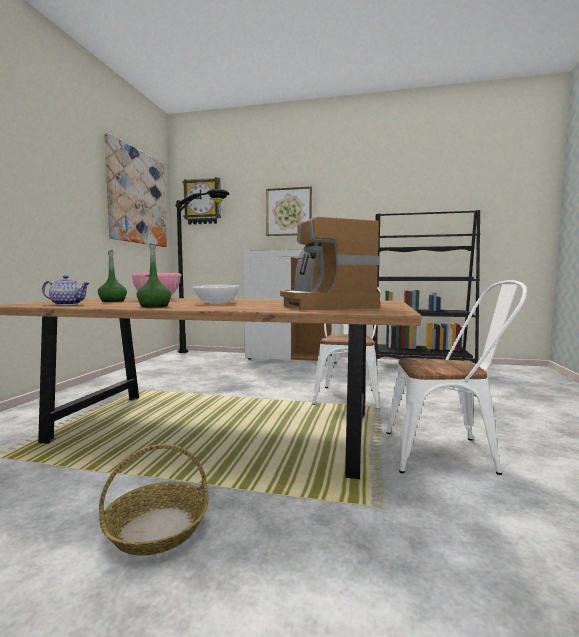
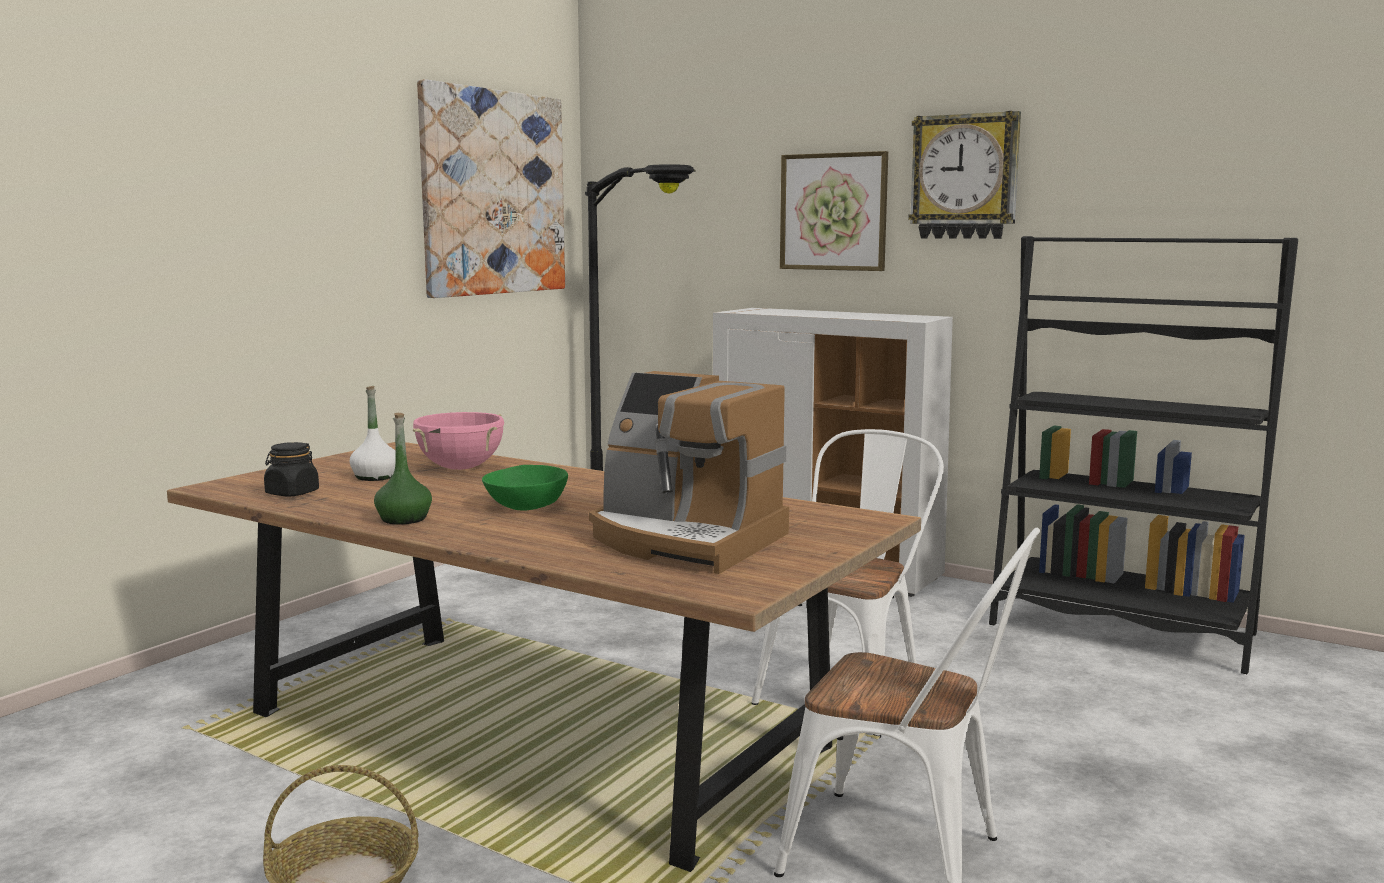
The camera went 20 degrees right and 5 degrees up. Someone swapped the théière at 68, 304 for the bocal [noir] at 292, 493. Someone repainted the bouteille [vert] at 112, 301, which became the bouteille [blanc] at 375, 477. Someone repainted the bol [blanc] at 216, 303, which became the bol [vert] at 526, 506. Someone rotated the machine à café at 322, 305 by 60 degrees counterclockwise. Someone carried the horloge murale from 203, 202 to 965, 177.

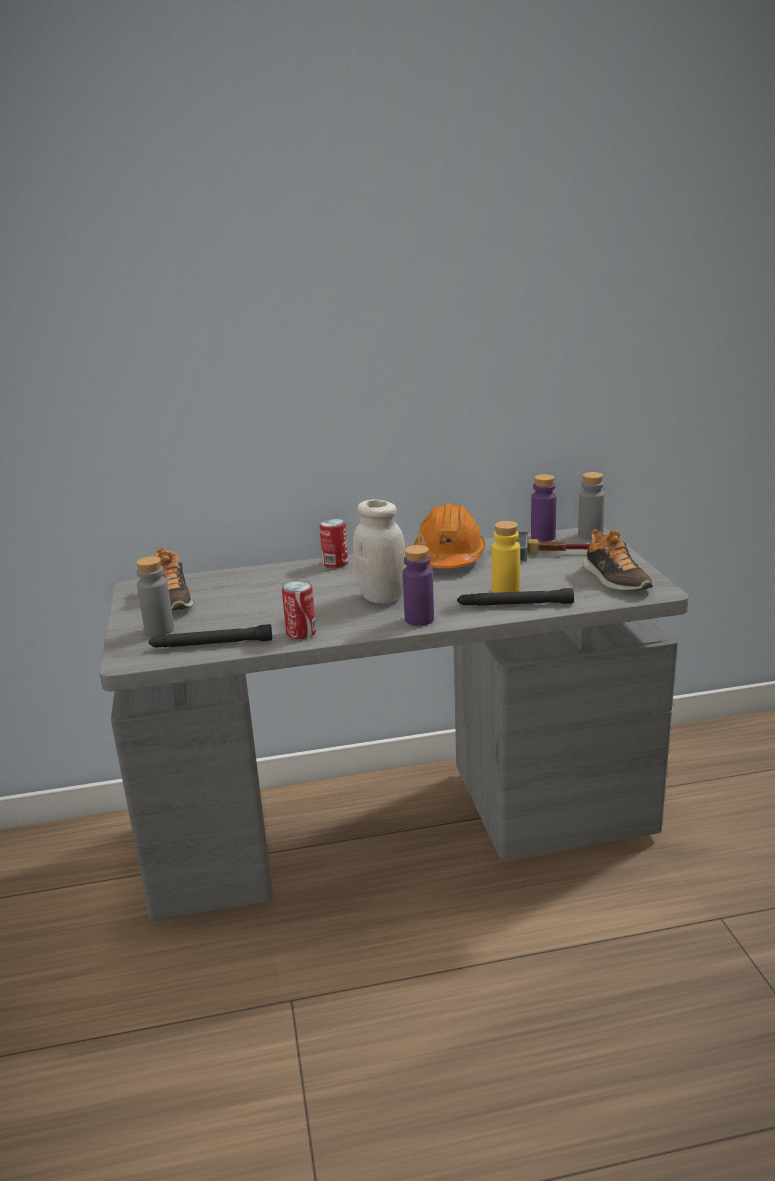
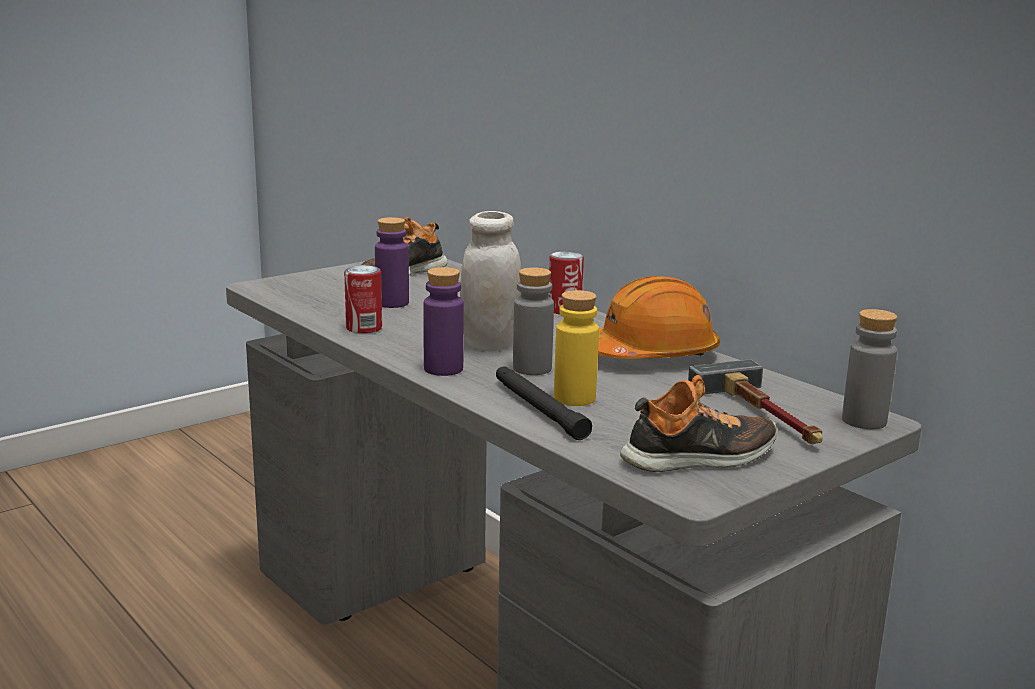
The camera went 60 degrees right and 5 degrees down. Someone carried the bouteille [violet] from 543, 537 to 392, 303. Someone carried the bouteille [gris] from 159, 630 to 532, 368. Someone rotated the chaussure at 614, 580 by 150 degrees counterclockwise. Someone took away the lampe de poche [noir] at 211, 644.

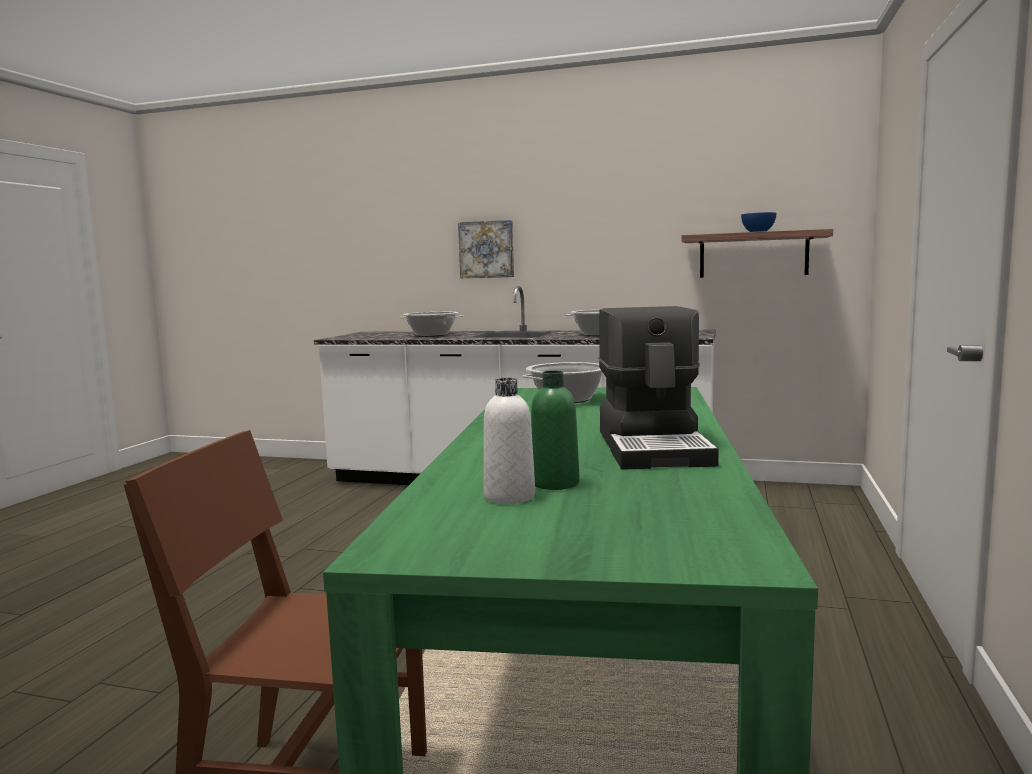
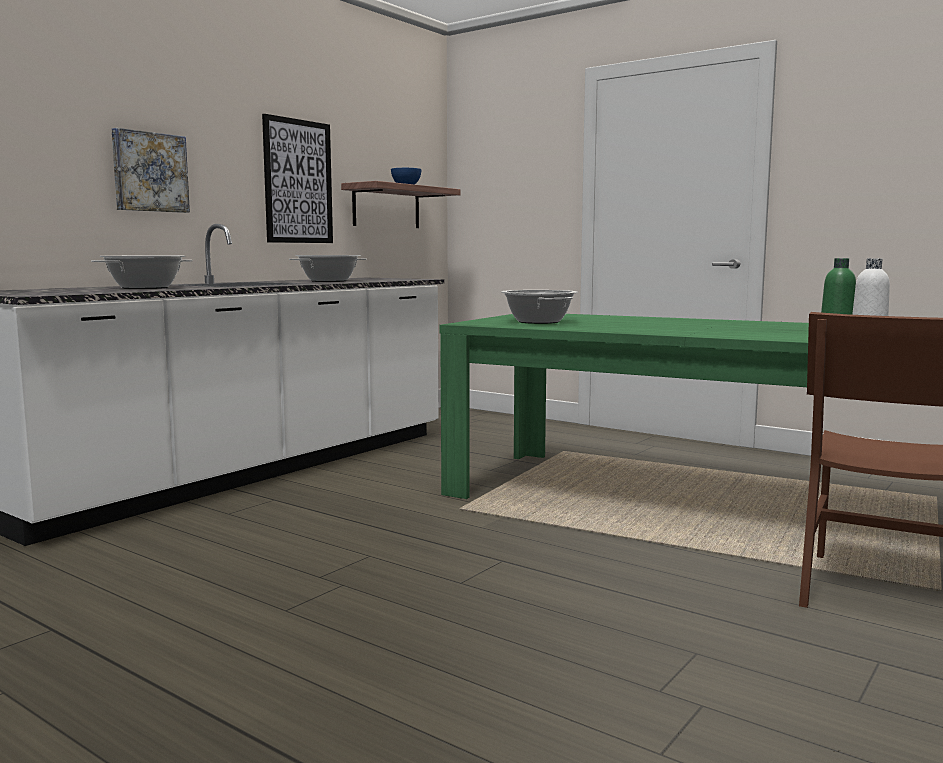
The camera went 70 degrees left and 0 degrees up. Someone put up the tableau at 298, 181. Someone took away the machine à café at 655, 447.

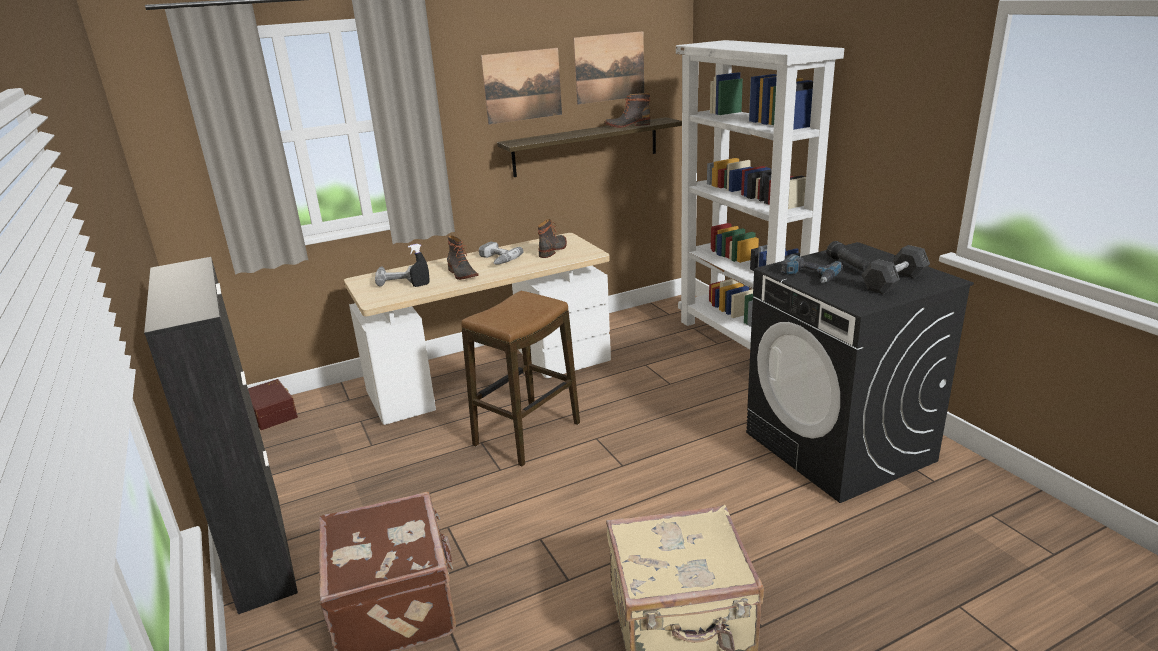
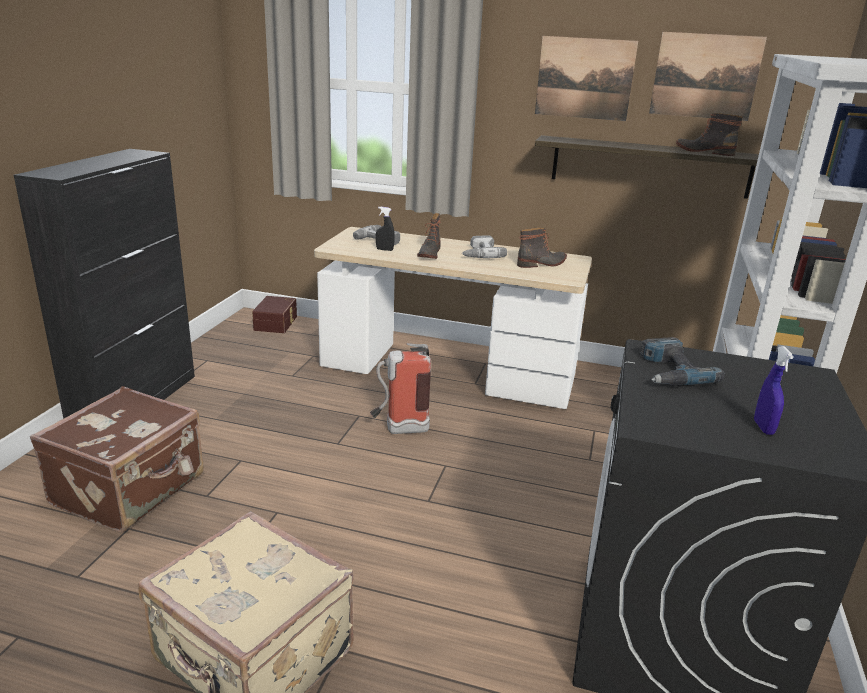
The camera went 40 degrees right and 0 degrees up. Someone swapped the tabouret at 527, 434 for the extincteur at 399, 430. Someone swapped the haltère [gris] at 894, 282 for the vaporisateur [bleu] at 763, 428. Someone took away the lampe de poche [noir] at 849, 266.

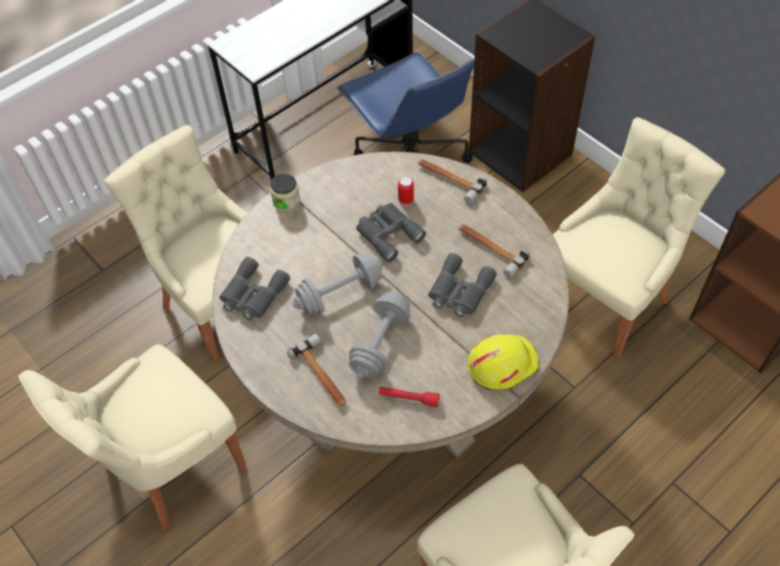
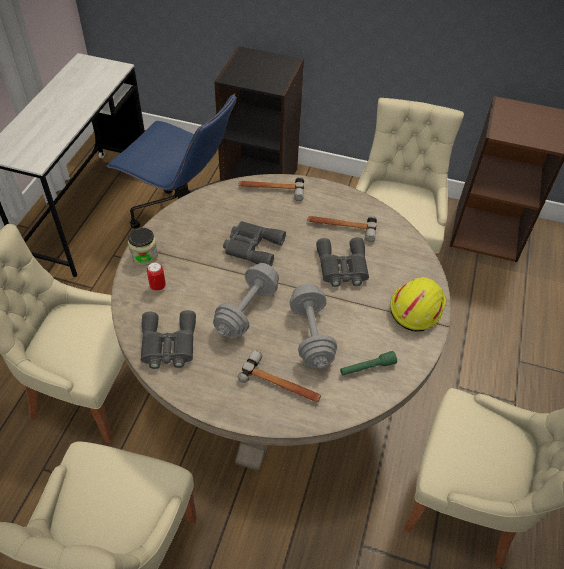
The camera went 35 degrees left and 5 degrees down. Someone carried the boîte métallique from 406, 200 to 158, 286. Someone repainted the lampe de poche [rouge] at 409, 398, which became the lampe de poche [vert] at 367, 368.

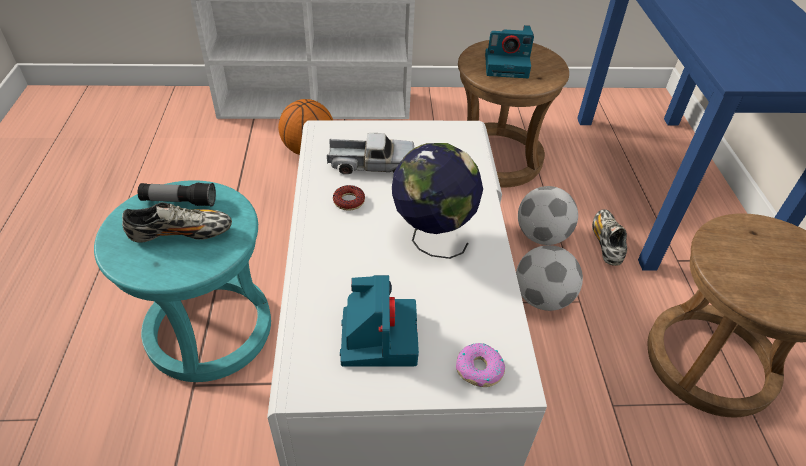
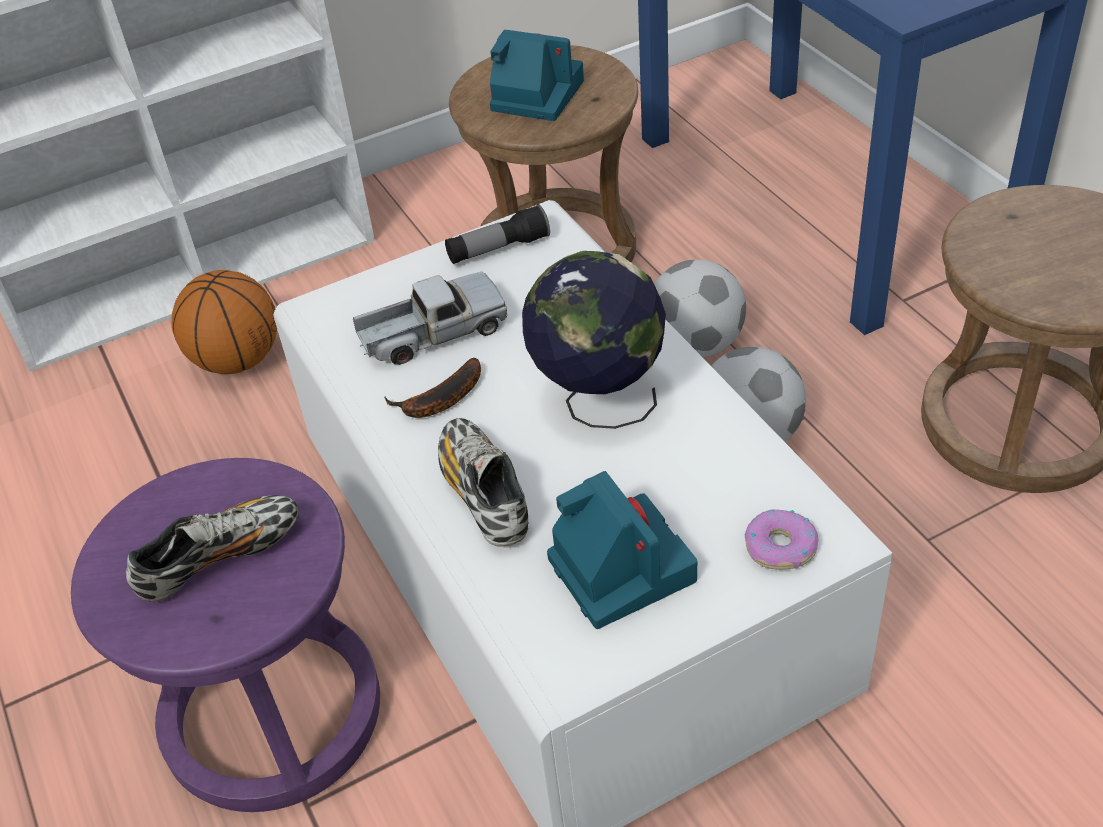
The camera went 20 degrees left and 0 degrees up. Someone repainted the tabouret [turquoise] at 209, 329, which became the tabouret [violet] at 271, 713. Someone swapped the beignet at 349, 201 for the banane at 439, 401. Someone carried the chaussure from 606, 243 to 484, 494. Someone carried the lampe de poche from 179, 202 to 498, 249. Someone rotated the appareil photo at 507, 65 by 135 degrees counterclockwise.

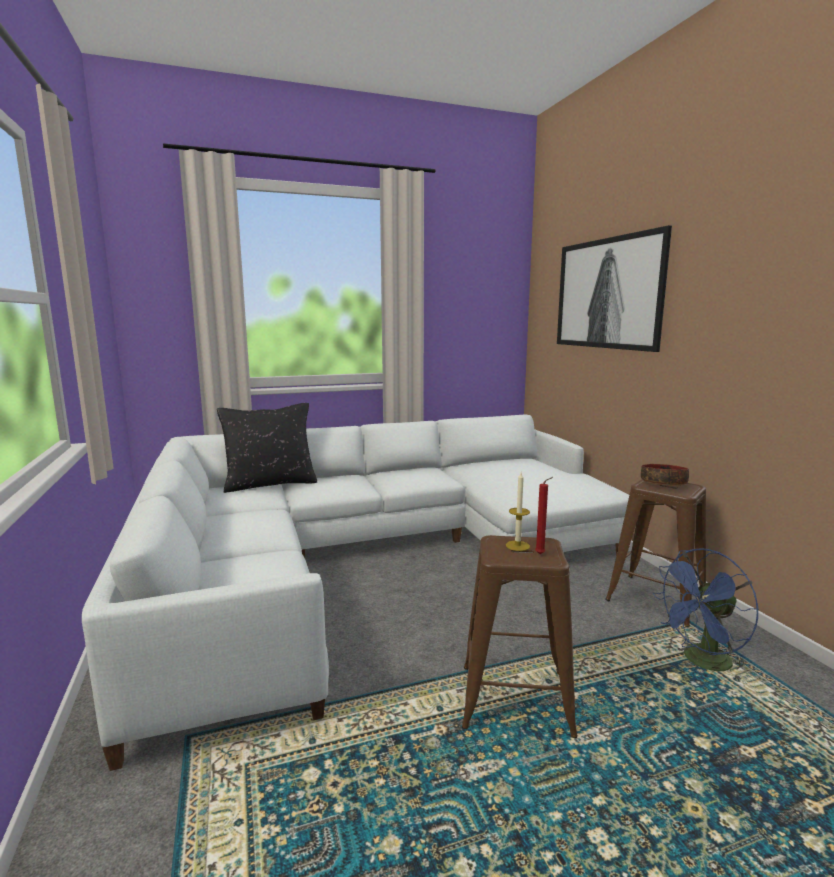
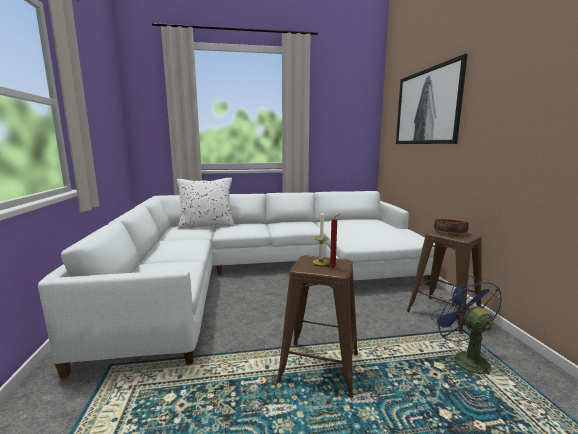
The camera went 10 degrees right and 0 degrees up. Someone repainted the coussin [noir] at 270, 484, which became the coussin [blanc] at 206, 225. Someone rotated the ventilateur [bleu] at 702, 663 by 90 degrees clockwise.

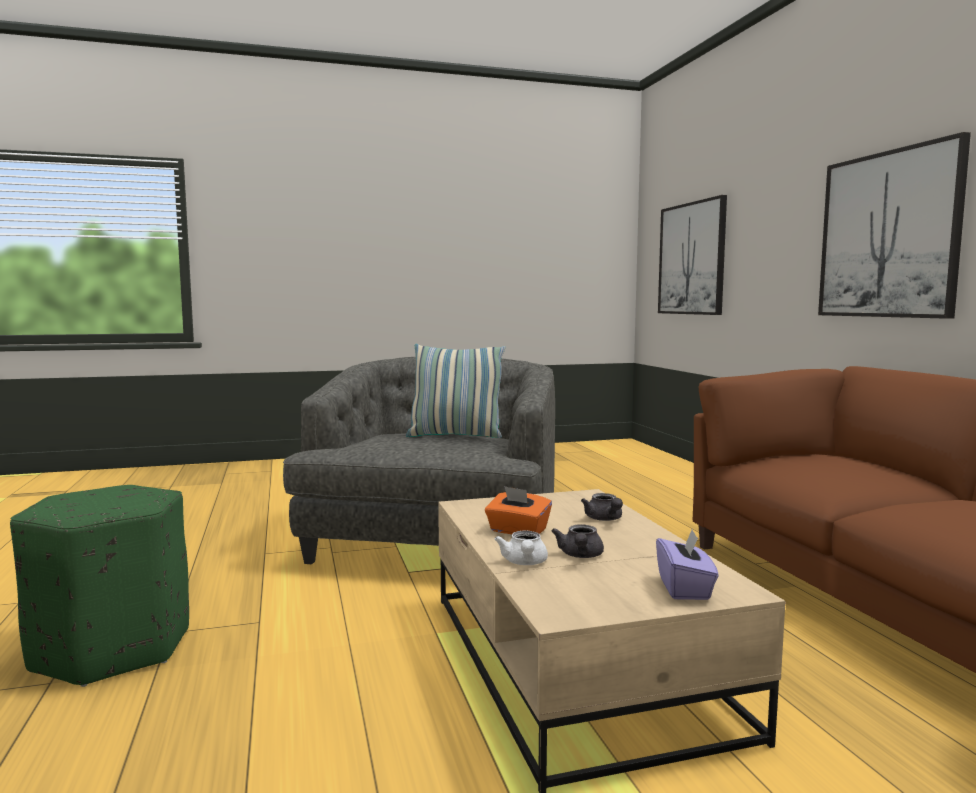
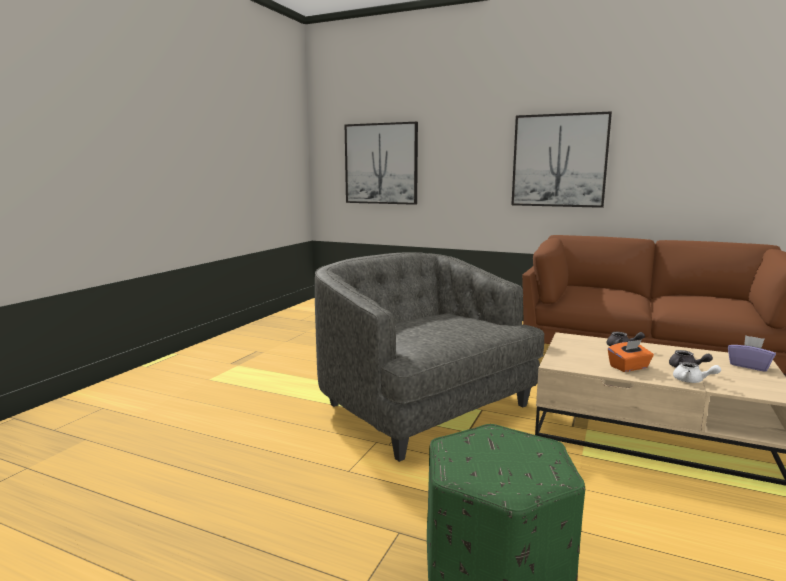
The camera went 50 degrees left and 5 degrees up. Someone took away the coussin at 455, 436.

